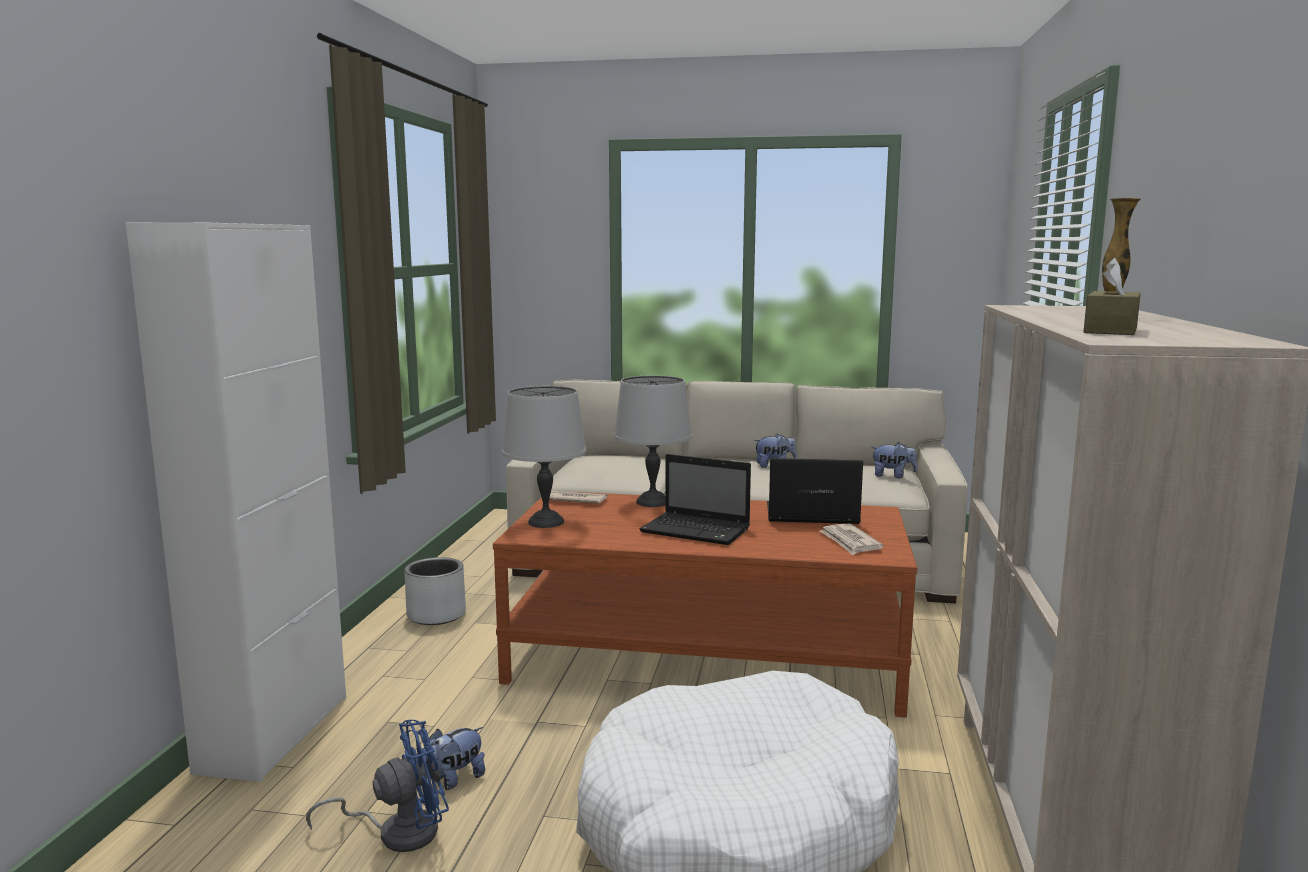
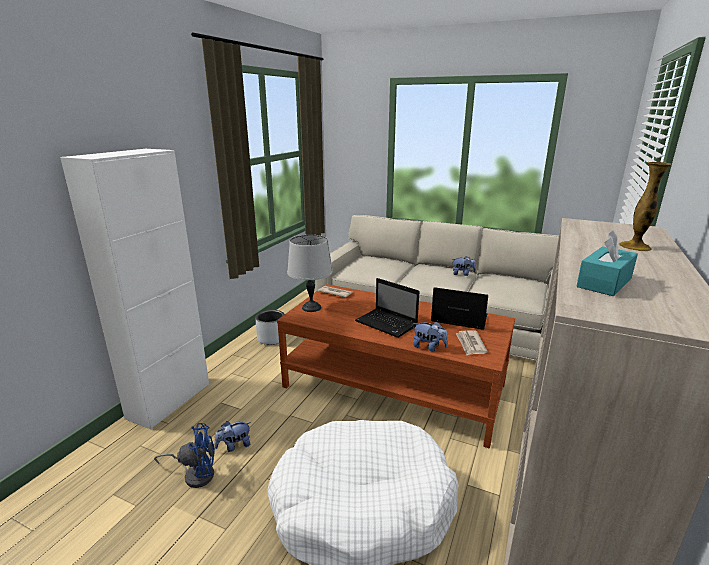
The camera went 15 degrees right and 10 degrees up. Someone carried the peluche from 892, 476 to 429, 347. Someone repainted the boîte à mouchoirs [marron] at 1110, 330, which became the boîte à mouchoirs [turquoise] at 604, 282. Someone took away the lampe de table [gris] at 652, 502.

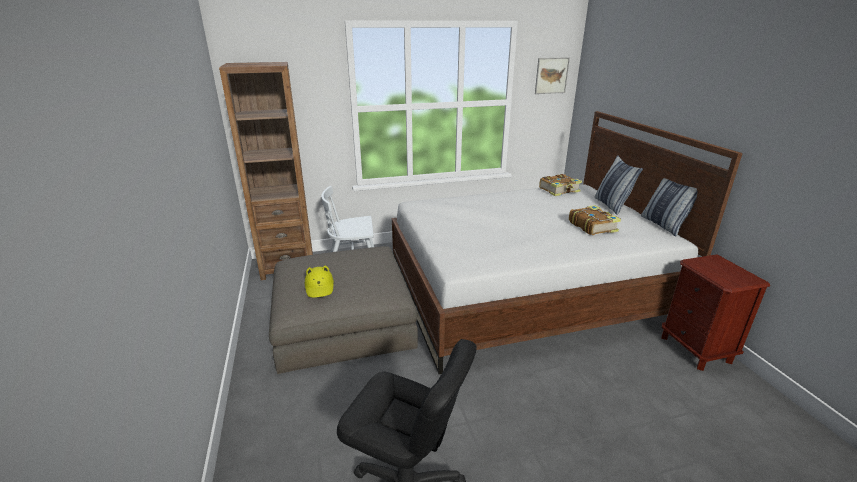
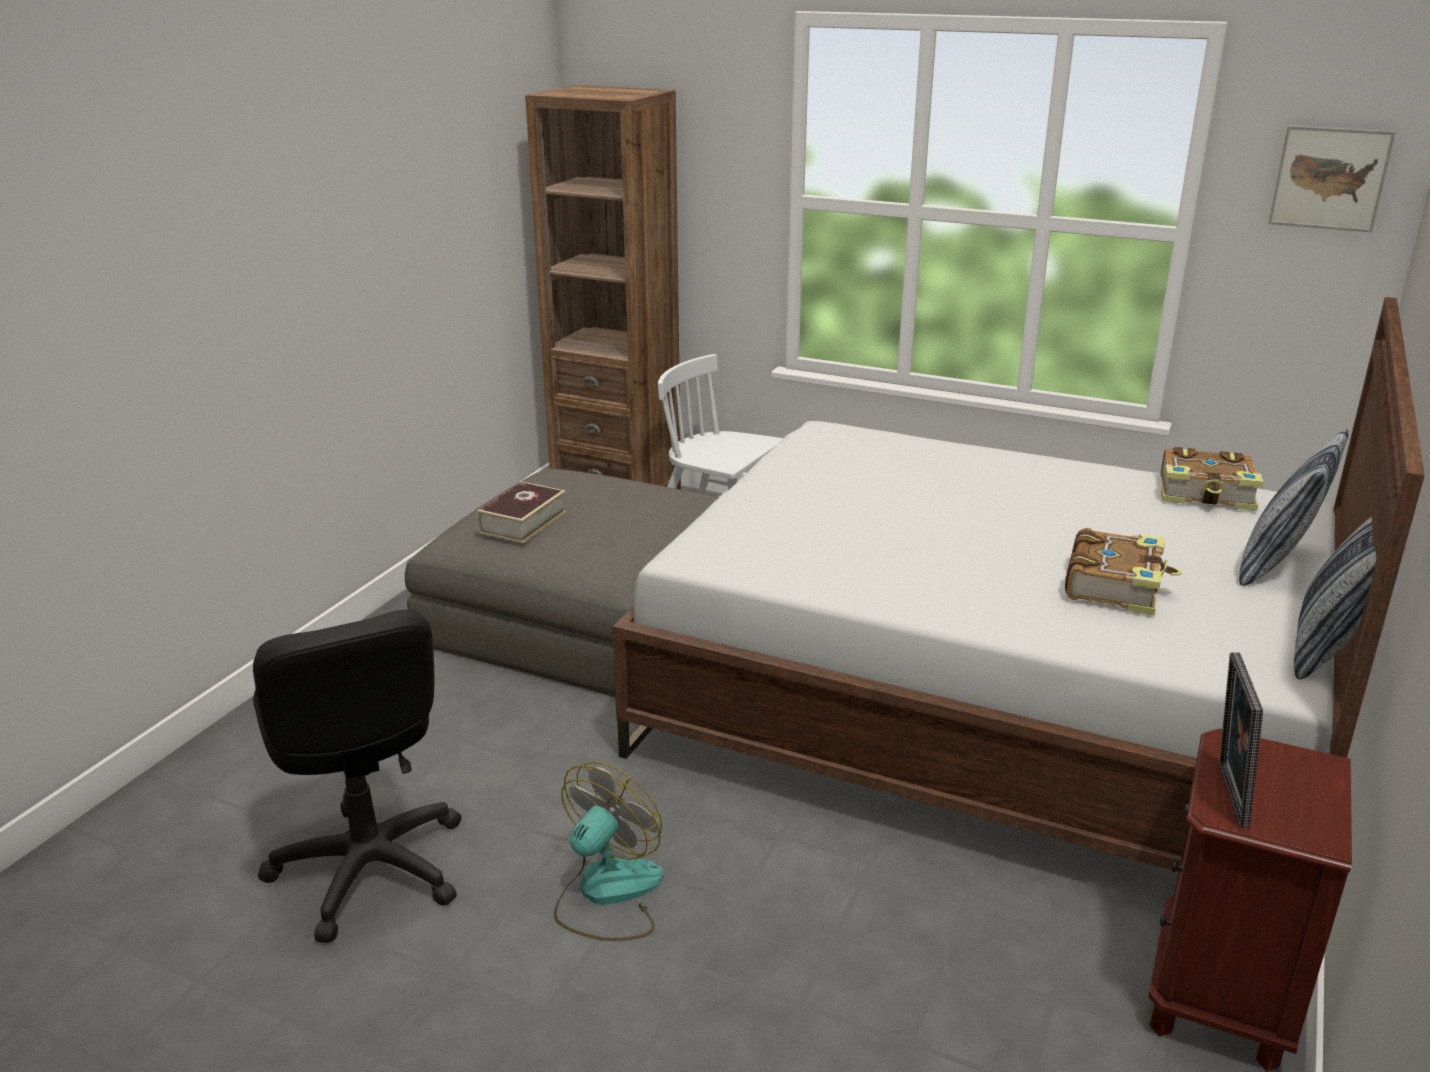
The camera went 40 degrees right and 0 degrees up. Someone swapped the chapeau [jaune] at 319, 287 for the livre at 523, 522. Someone put down the ventilateur at 607, 894. Someone put down the cadre photo at 1226, 794.

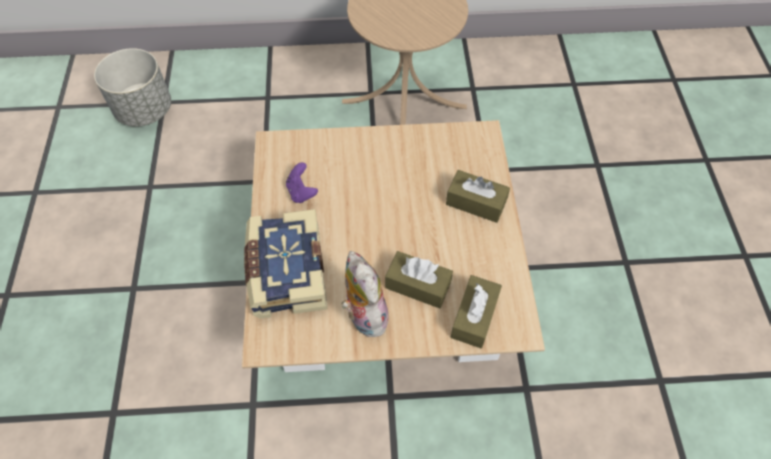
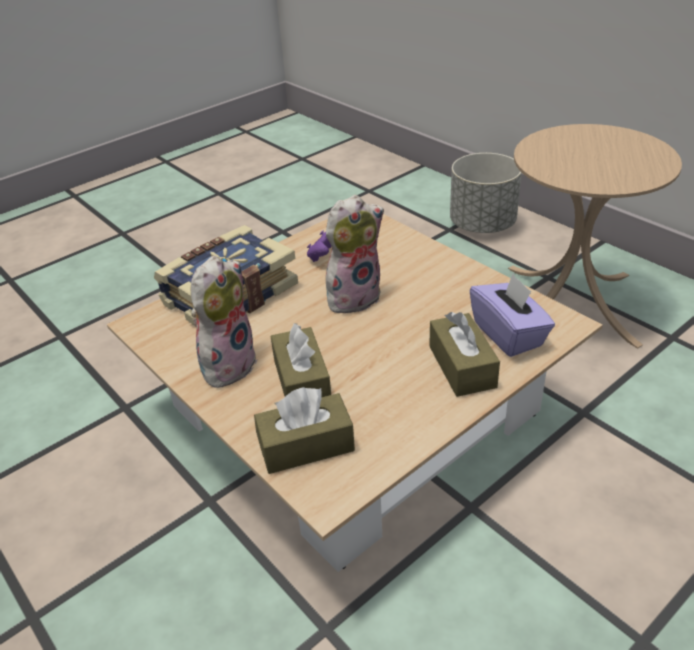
The camera went 55 degrees right and 20 degrees down. Someone put down the peluche at 354, 296. Someone carried the cache-pot [gris] from 145, 110 to 483, 224. Someone put down the boîte à mouchoirs [violet] at 508, 334.

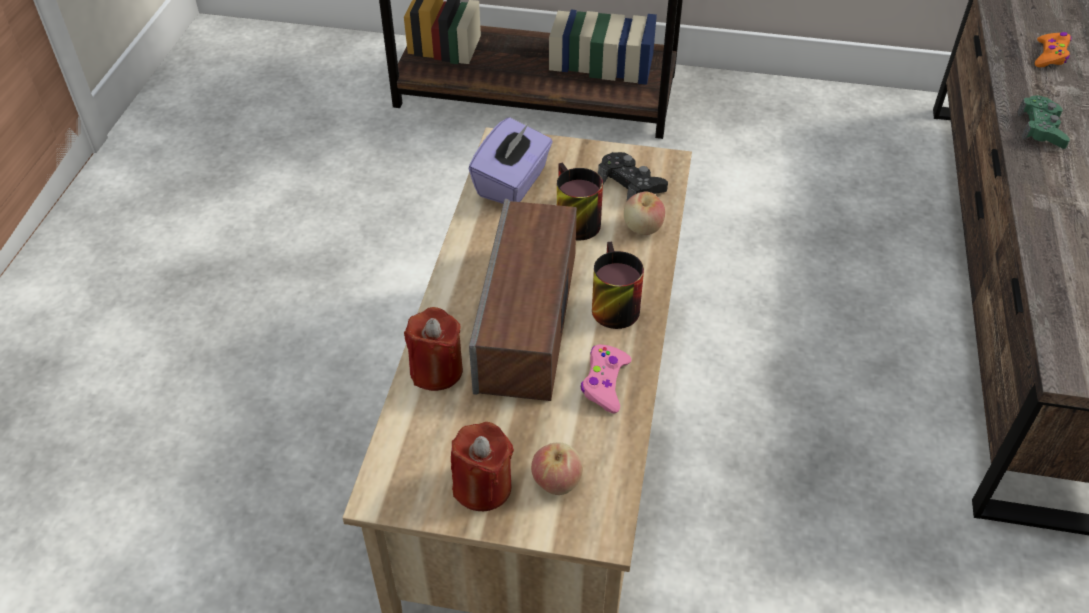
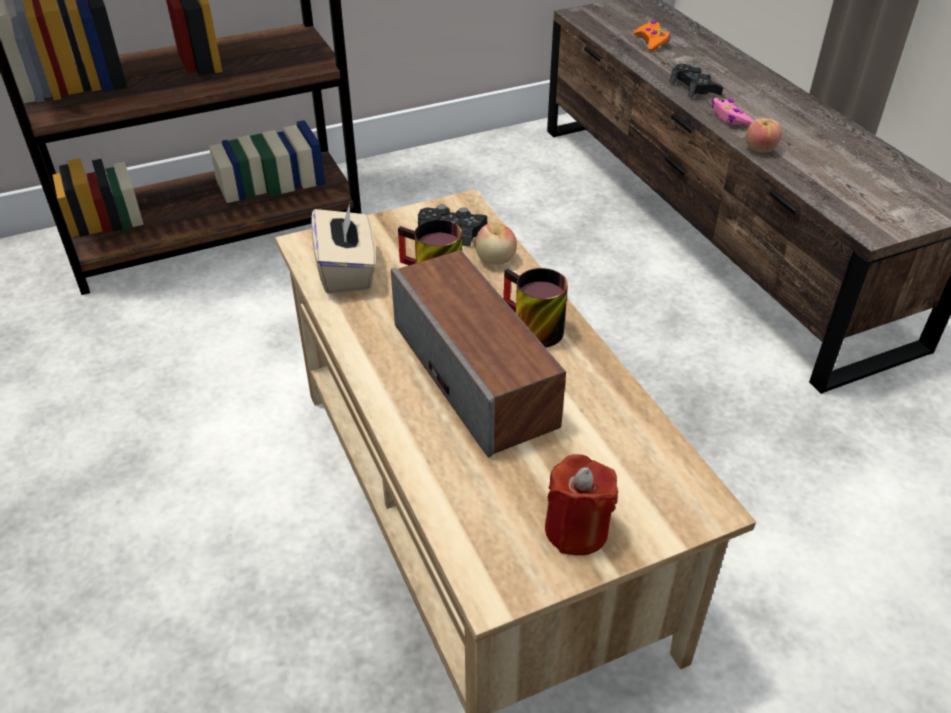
The camera went 35 degrees left and 5 degrees down. Someone repainted the boîte à mouchoirs [violet] at 512, 183, which became the boîte à mouchoirs [beige] at 347, 271. Someone repainted the manette [vert] at 1041, 129, which became the manette [noir] at 694, 88. Someone carried the manette [rose] from 605, 383 to 730, 119. Someone carried the pomme from 556, 481 to 760, 149. Someone took away the bougie [rouge] at 436, 370.

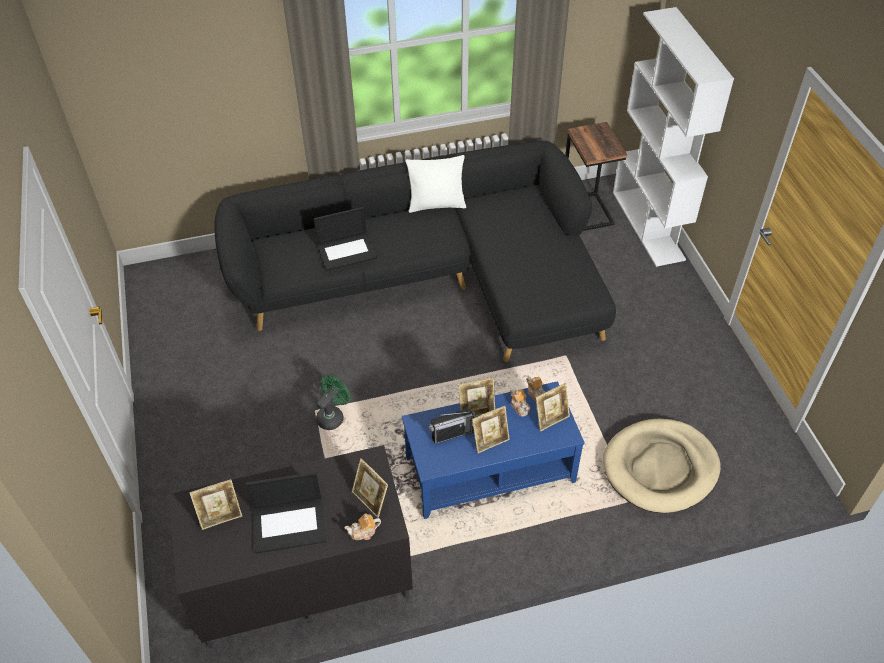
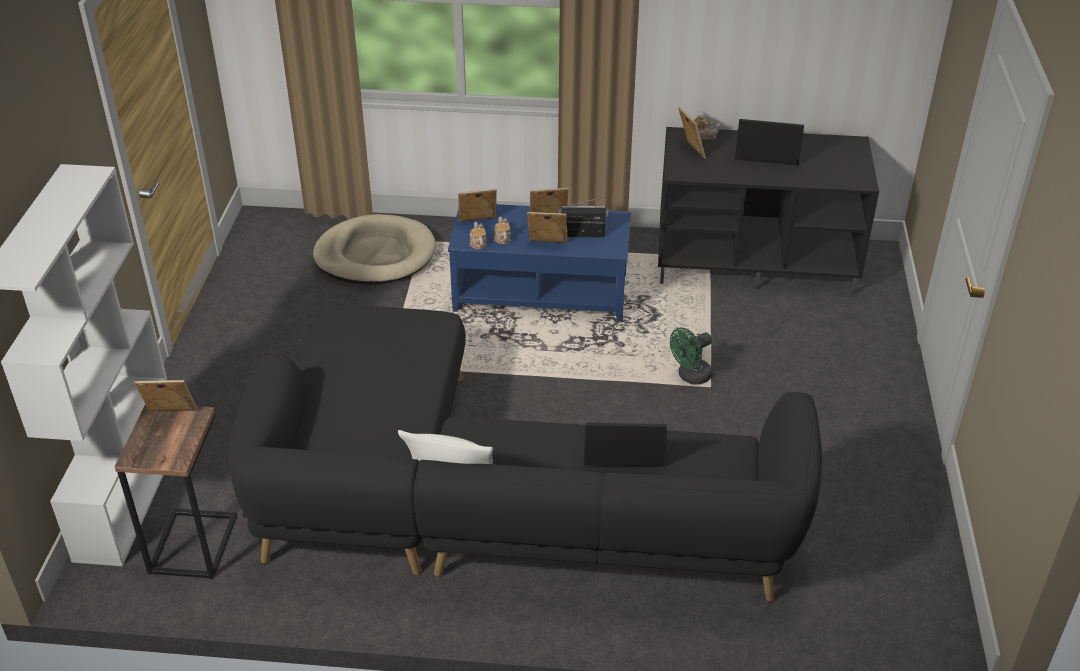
The camera went 160 degrees left and 10 degrees down. Someone carried the cadre photo from 220, 516 to 171, 416.

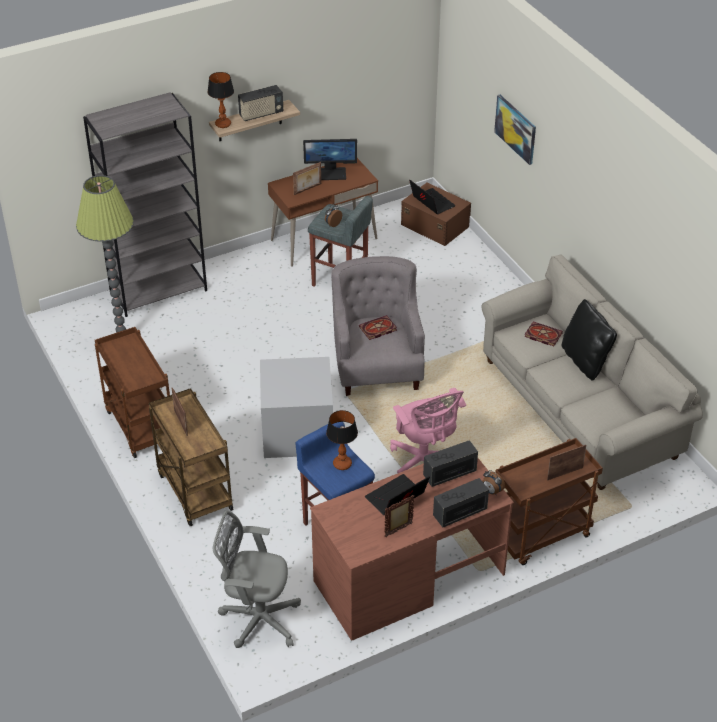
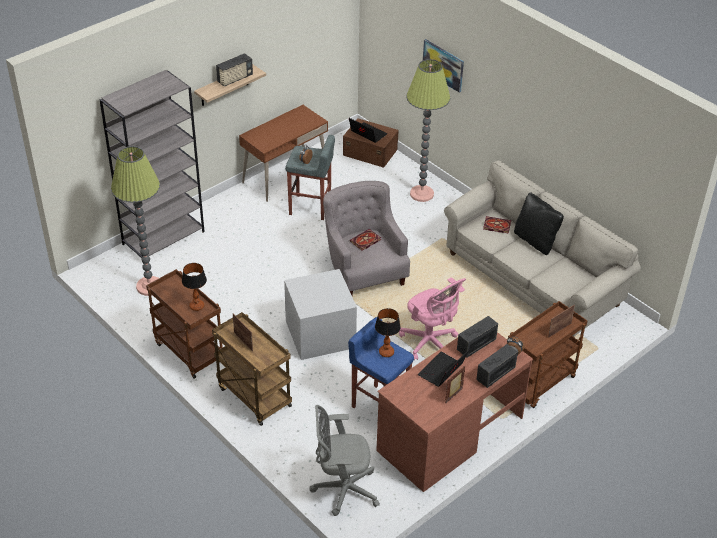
The camera went 15 degrees left and 0 degrees up. Someone carried the lampe de table from 222, 124 to 196, 306. Someone put down the lampadaire at 422, 194. Someone took away the cadre photo at 308, 189. Someone took away the écran d'ordinateur at 330, 173.

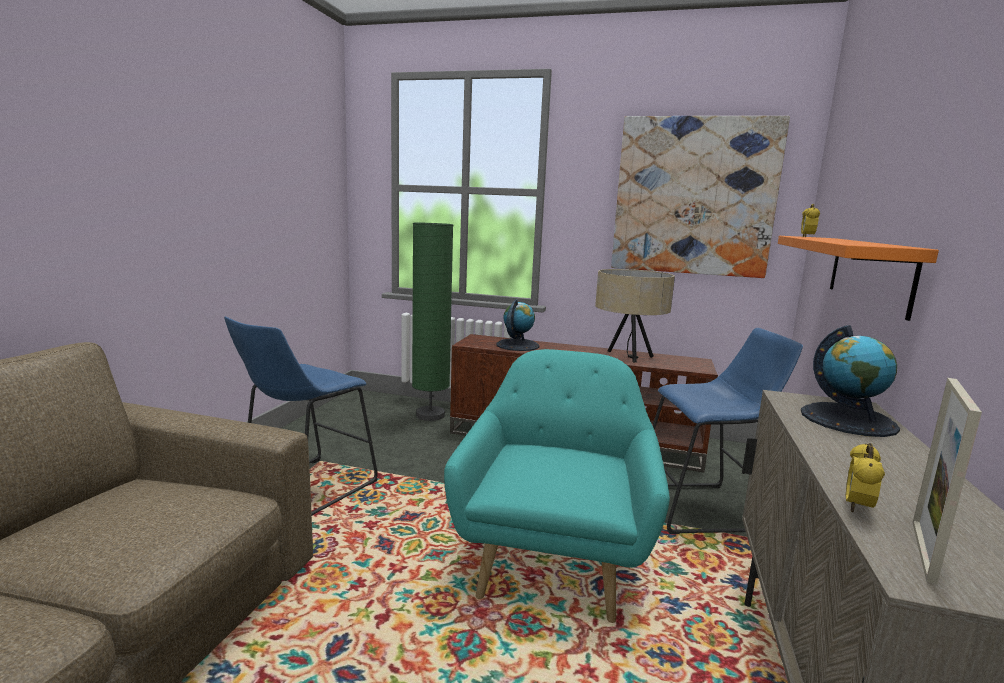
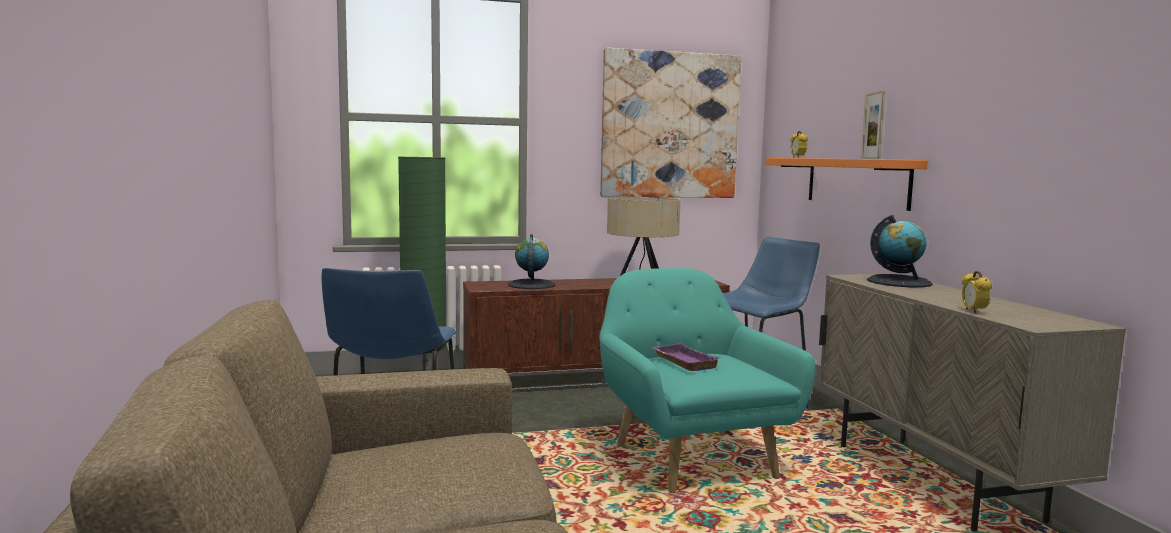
The camera went 30 degrees left and 5 degrees down. Someone put down the plateau [violet] at 682, 362. Someone carried the cadre photo from 923, 550 to 870, 158.

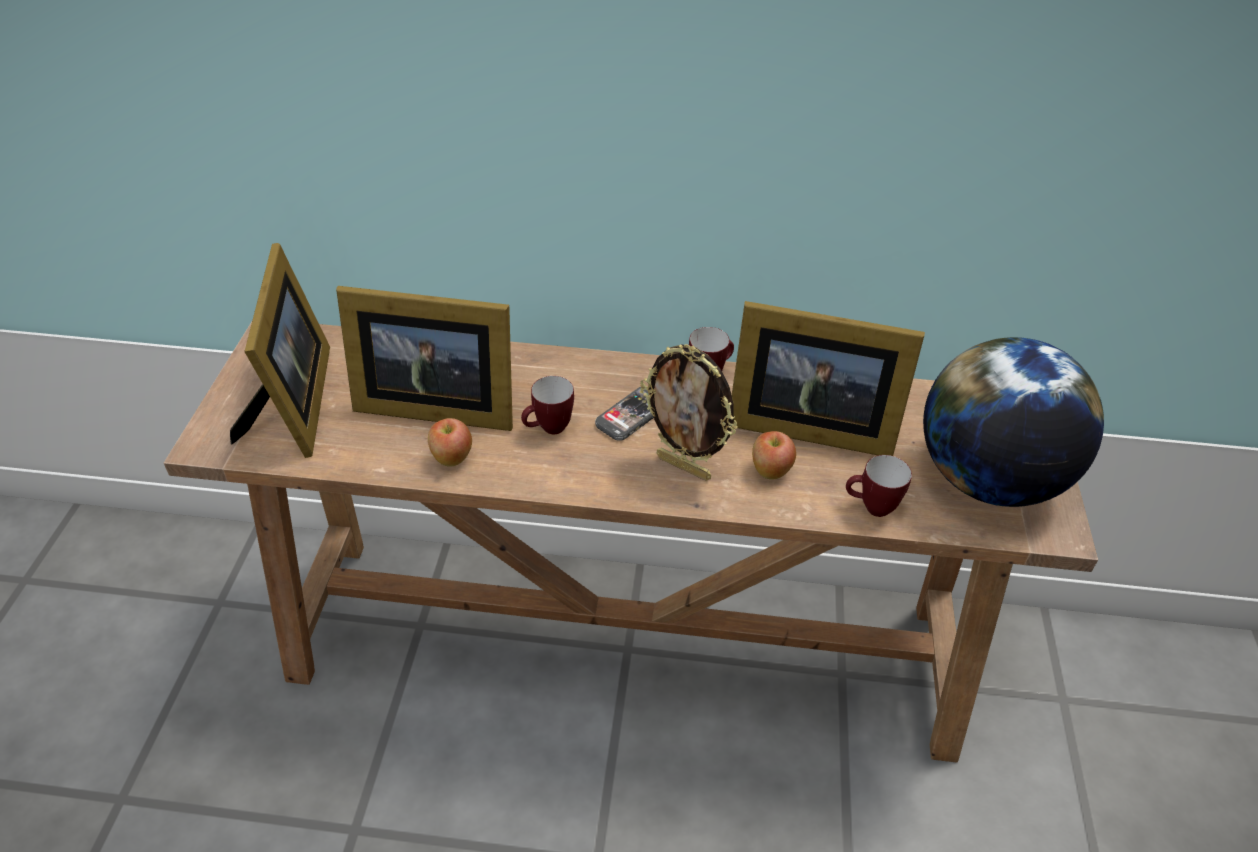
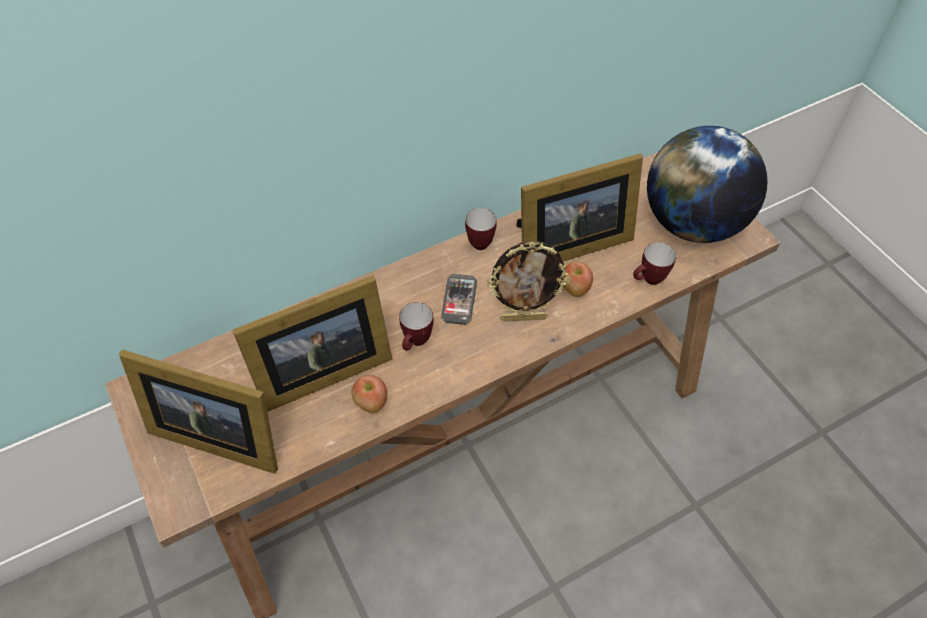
The camera went 35 degrees left and 10 degrees up. Someone rotated the cadre photo at 295, 405 by 150 degrees clockwise.

